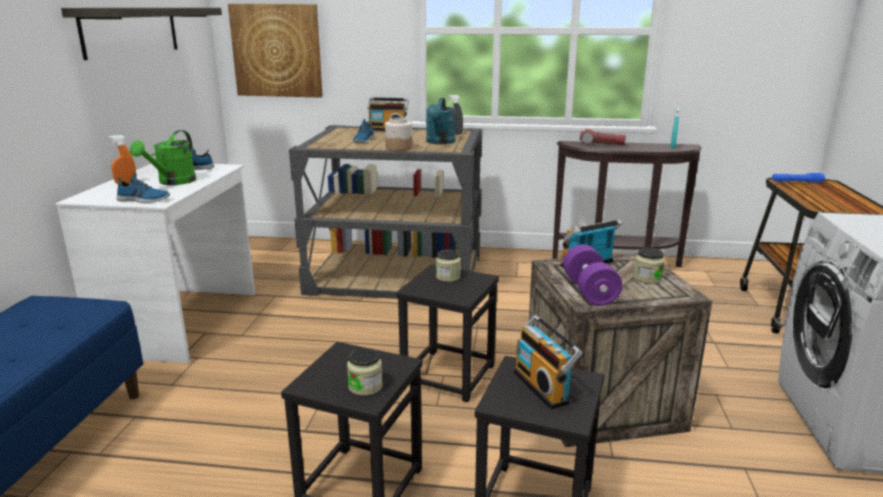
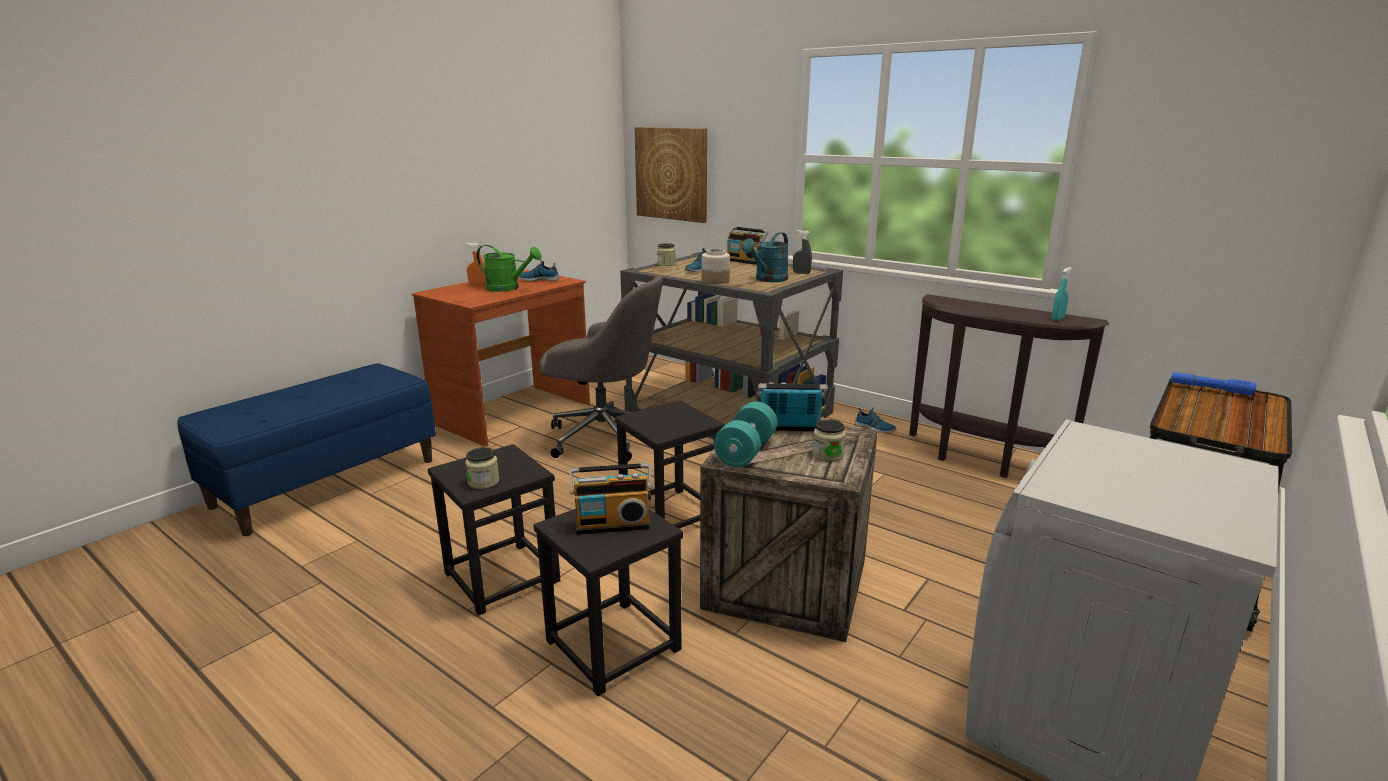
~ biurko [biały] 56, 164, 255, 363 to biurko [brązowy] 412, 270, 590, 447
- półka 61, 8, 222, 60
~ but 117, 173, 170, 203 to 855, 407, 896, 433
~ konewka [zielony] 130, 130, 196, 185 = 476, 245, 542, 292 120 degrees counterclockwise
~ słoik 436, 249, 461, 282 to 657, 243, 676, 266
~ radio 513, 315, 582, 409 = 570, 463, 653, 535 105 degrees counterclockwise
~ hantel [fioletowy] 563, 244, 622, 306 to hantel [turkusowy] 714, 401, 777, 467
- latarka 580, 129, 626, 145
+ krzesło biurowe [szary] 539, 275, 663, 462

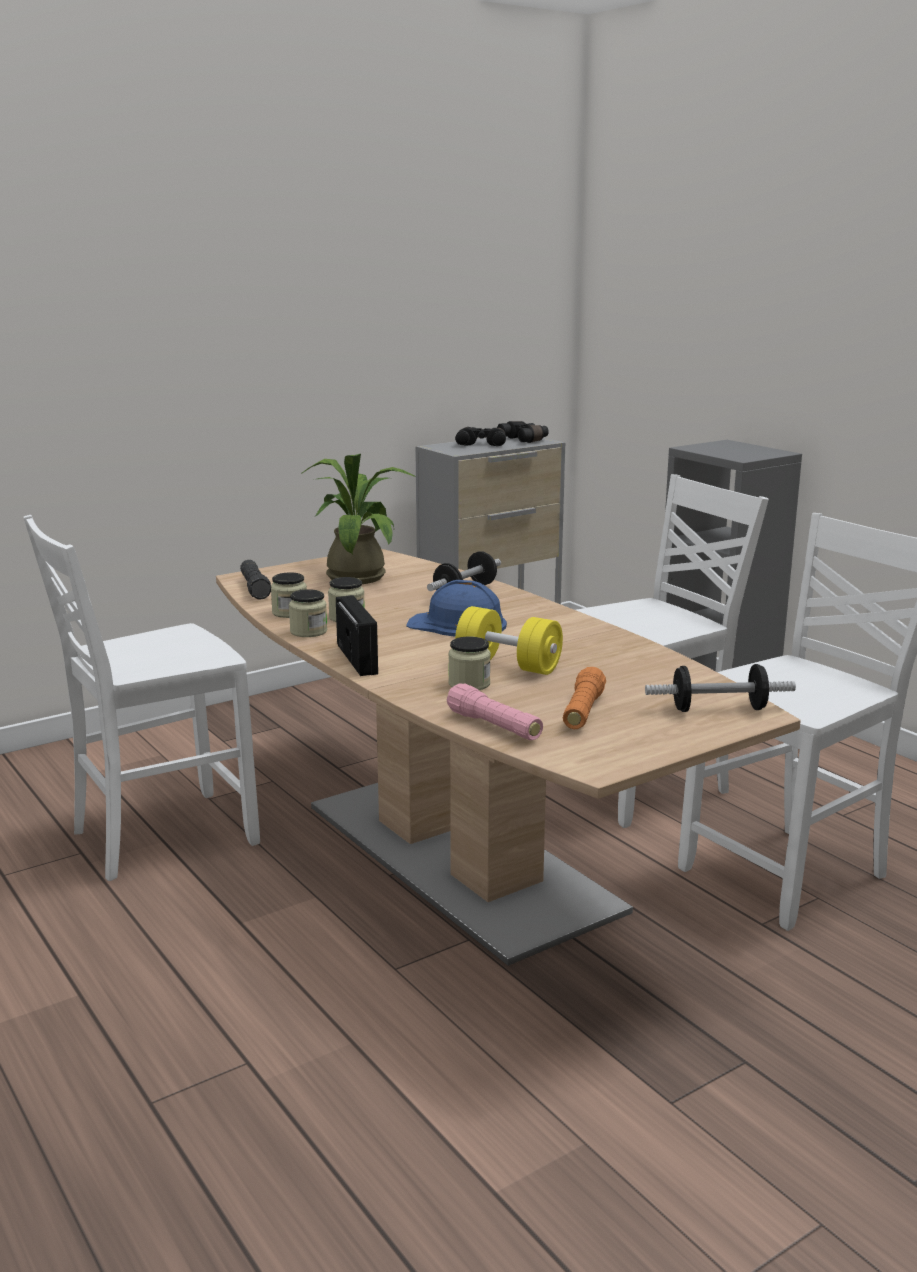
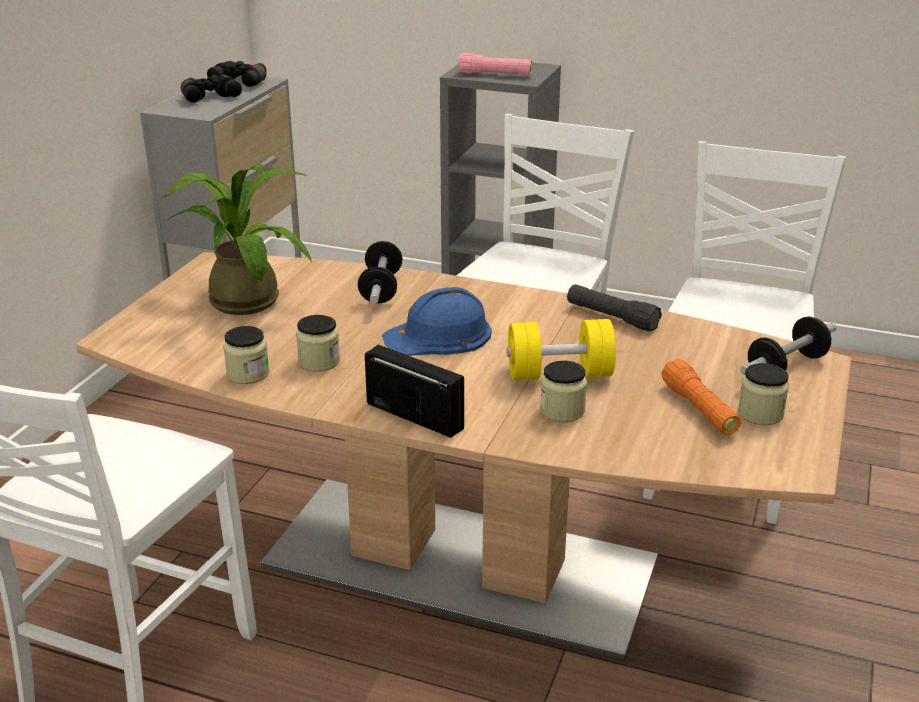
~ latarka [czarny] 240, 560, 271, 600 to 567, 284, 662, 331
~ słoik 289, 589, 327, 637 to 738, 363, 789, 425
~ latarka [różowy] 447, 683, 543, 740 to 458, 53, 532, 75

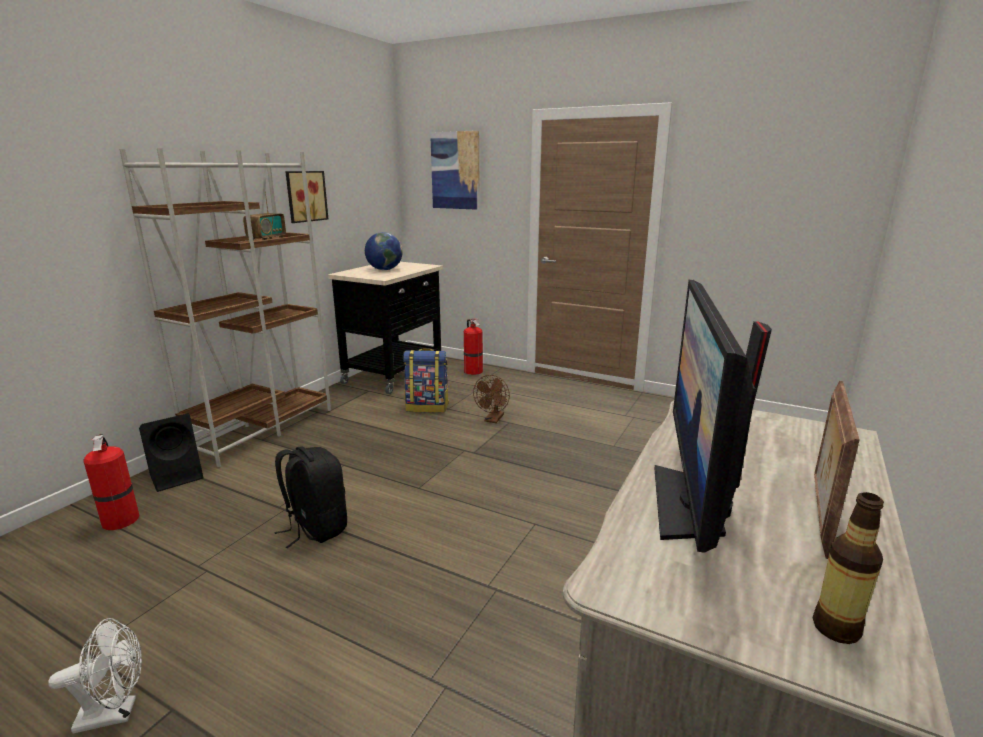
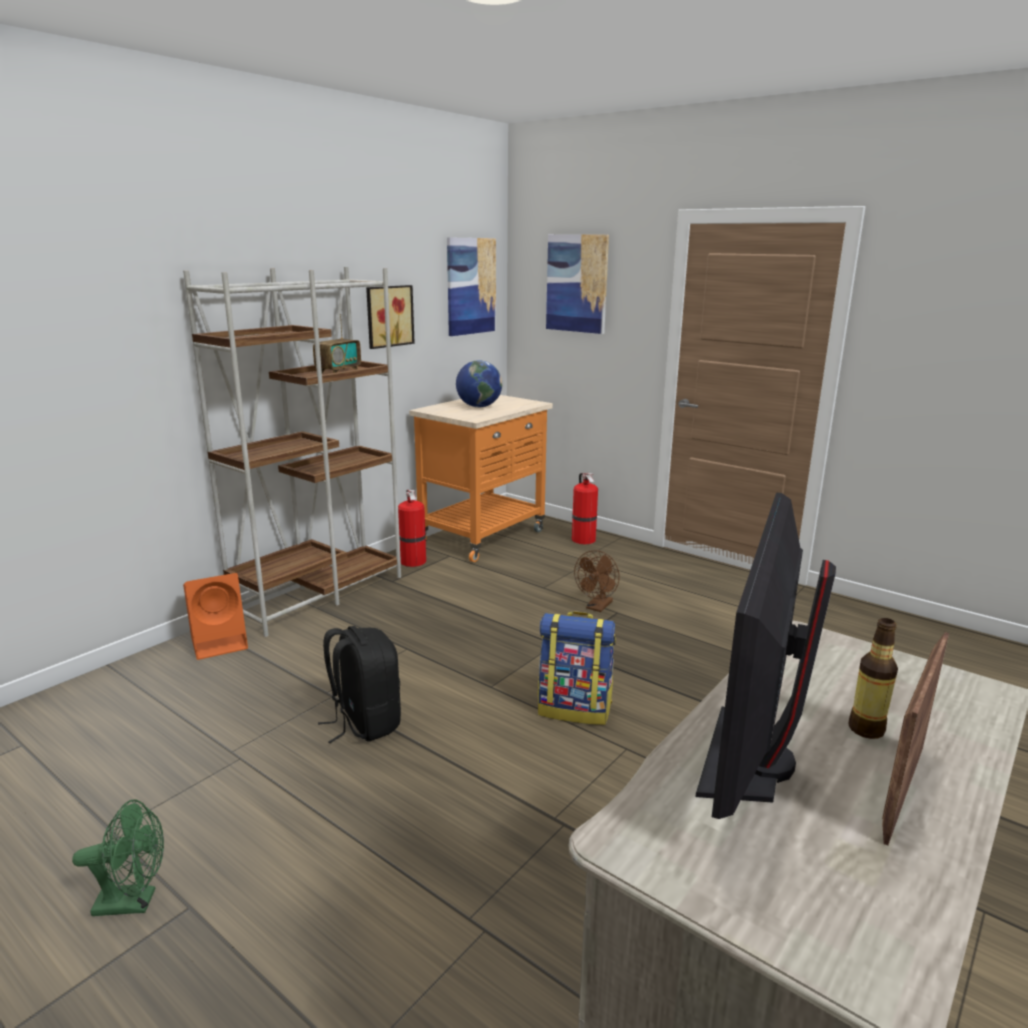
~ wentylator [biały] 48, 618, 142, 734 to wentylator [zielony] 72, 799, 164, 916
~ gaśnica 83, 434, 140, 530 to 398, 490, 426, 567
~ głośnik [czarny] 139, 414, 204, 492 to głośnik [pomarańczowy] 183, 573, 248, 660
~ wózek [czarny] 328, 262, 443, 394 to wózek [pomarańczowy] 409, 395, 553, 562
~ plecak 403, 349, 449, 413 to 538, 611, 616, 725
~ butelka 813, 492, 884, 644 to 849, 618, 898, 739
+ obraz 447, 238, 496, 336

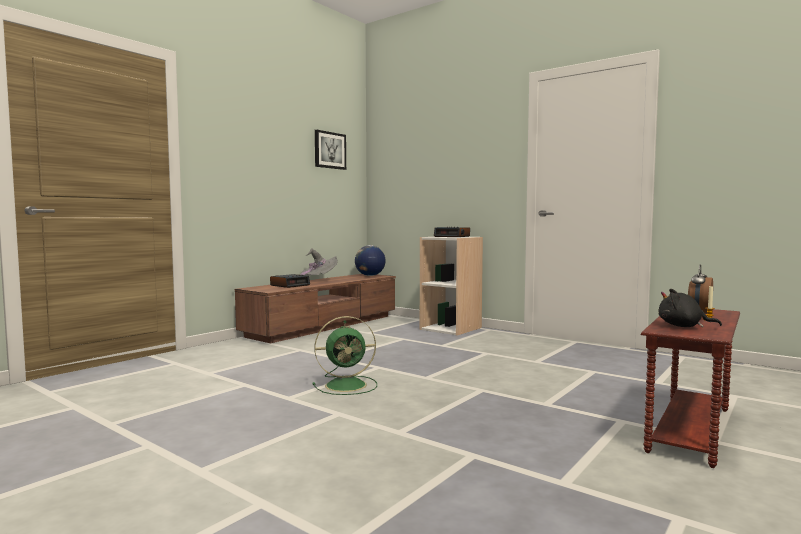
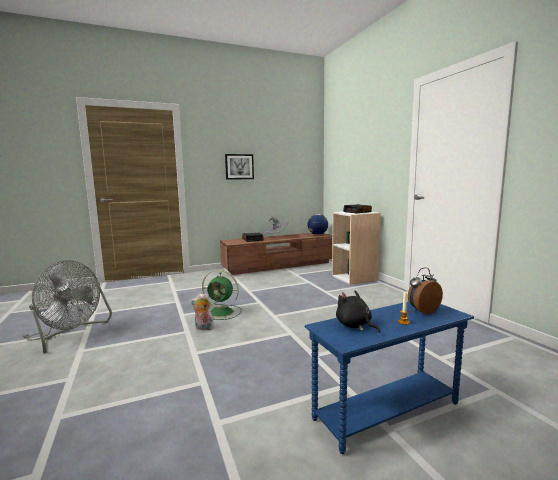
~ obraz 315, 130, 346, 170 to 225, 154, 254, 180
~ stolik [brązowy] 640, 309, 740, 468 to stolik [niebieski] 305, 301, 474, 454
+ wentylator [szary] 23, 260, 112, 354
+ pluszak 191, 293, 214, 330

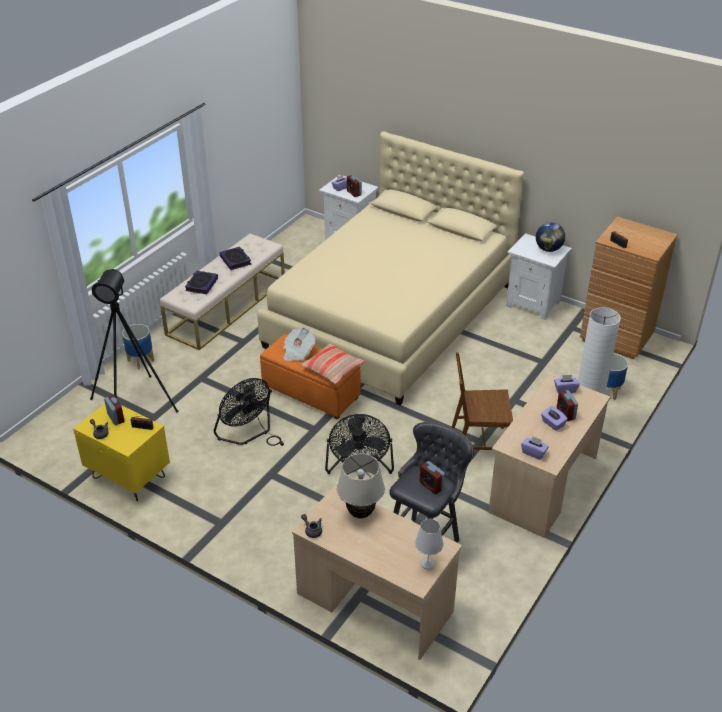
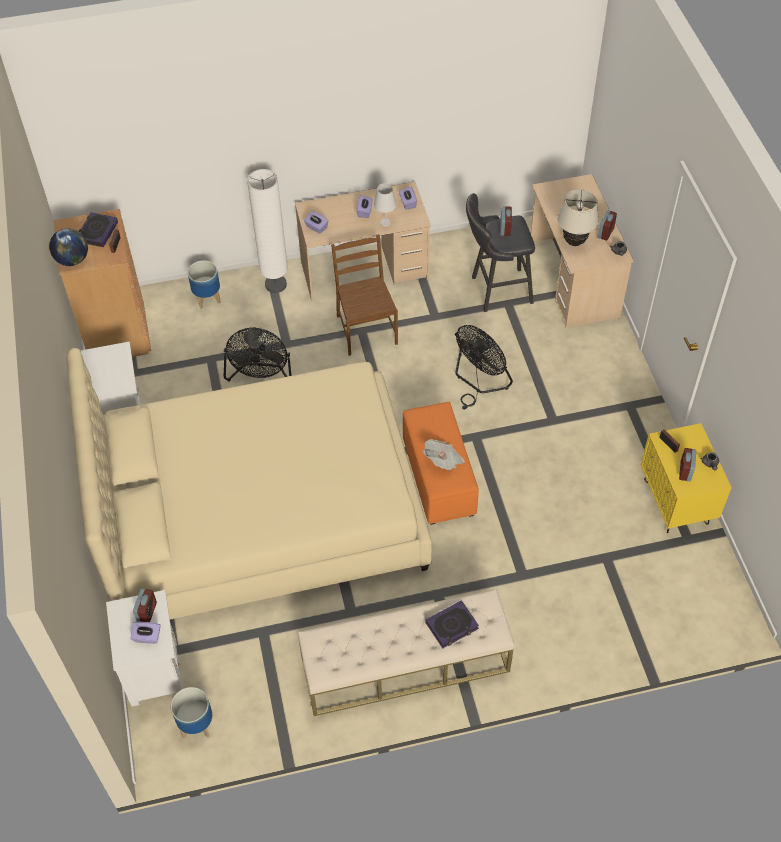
- lampa stojąca [czarny] 90, 269, 178, 413
~ donica 122, 324, 154, 369 to 171, 687, 212, 738
~ wentylator [czarny] 214, 378, 284, 446 to 224, 327, 292, 382
~ książka 220, 247, 251, 270 to 79, 212, 118, 247
- poduszka 300, 343, 365, 384
~ lampa stołowa [biały] 415, 519, 444, 569 to 374, 183, 397, 226
~ krzesło [brązowy] 452, 352, 513, 450 = 331, 234, 398, 356 150 degrees counterclockwise
~ globus 536, 222, 565, 252 to 49, 228, 88, 266
~ budzik 557, 390, 578, 421 to 598, 210, 617, 241

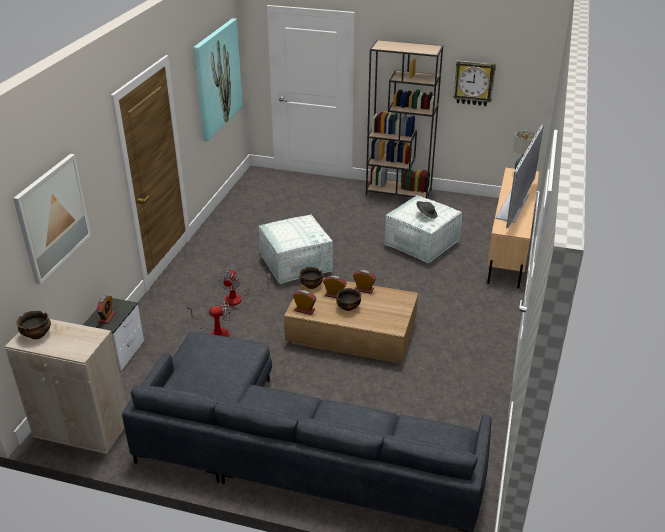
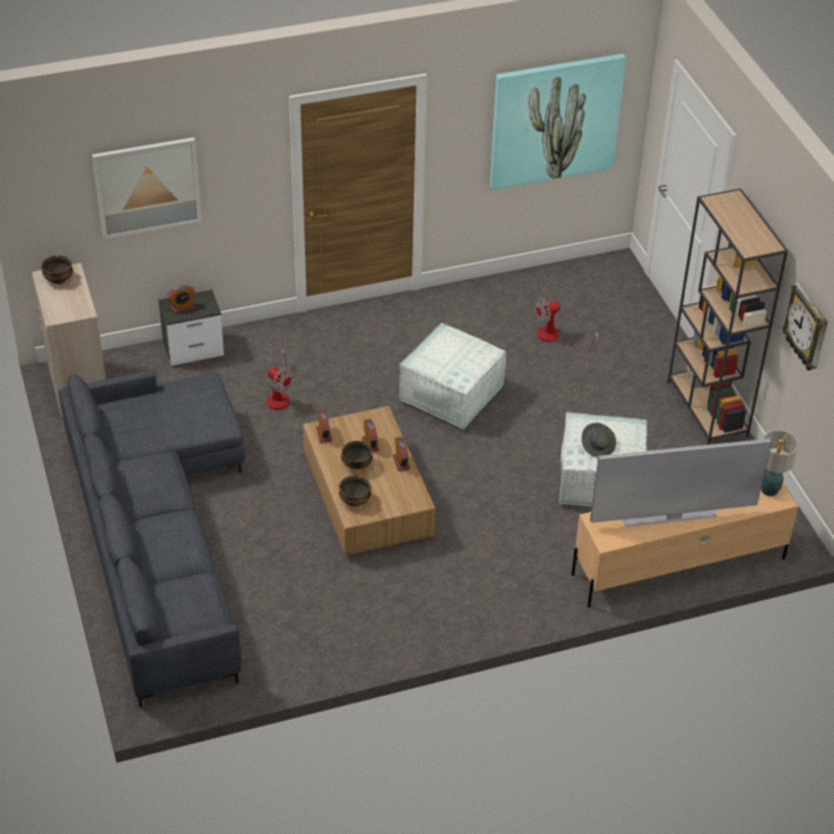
~ wentylator 218, 270, 271, 306 to 535, 297, 599, 351
~ miska 299, 267, 323, 289 to 339, 475, 371, 507

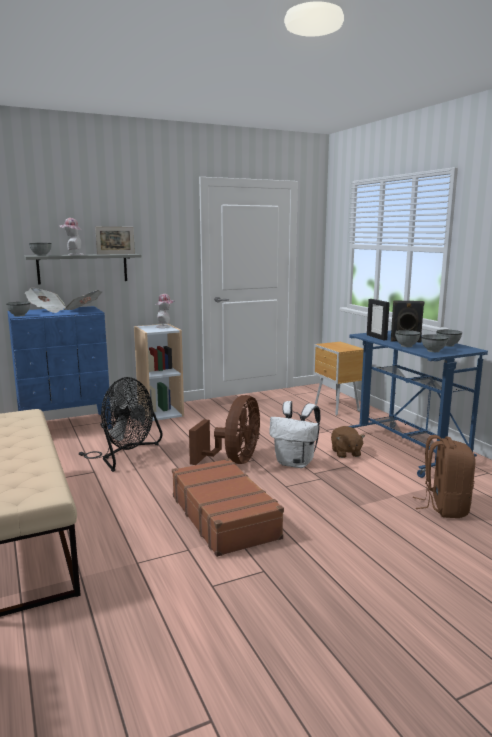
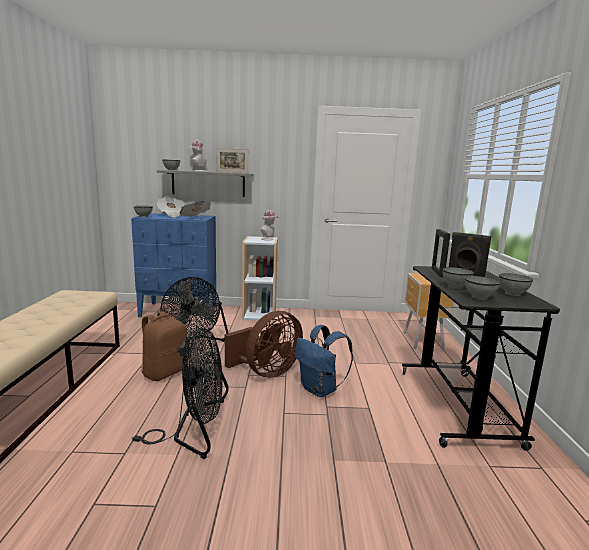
~ walizka [brązowy] 172, 458, 284, 557 to wentylator [czarny] 132, 327, 229, 459
~ plecak [biały] 269, 401, 321, 468 to plecak [niebieski] 295, 325, 353, 397
- pluszak [brązowy] 331, 426, 365, 458
~ biurko [niebieski] 349, 331, 488, 478 to biurko [czarny] 402, 266, 560, 451
~ plecak [brązowy] 413, 435, 476, 518 to 141, 311, 188, 381

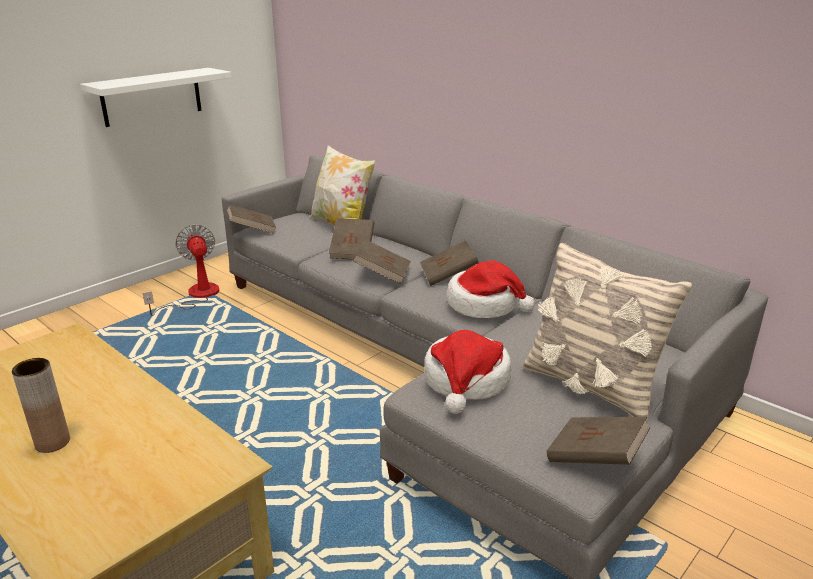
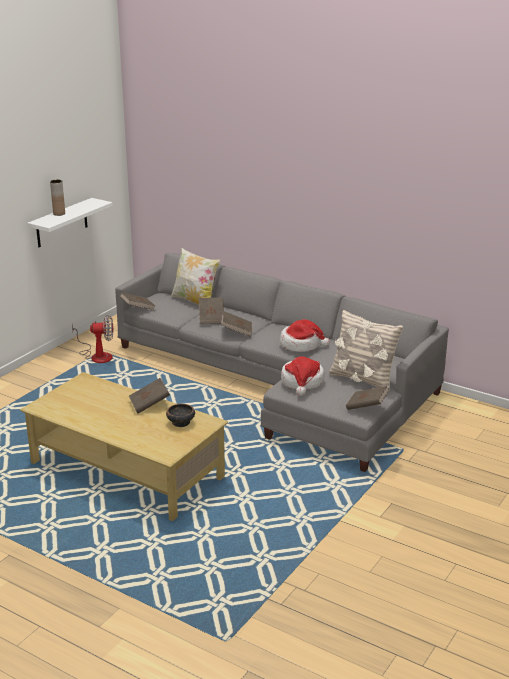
~ wazon [brązowy] 12, 358, 70, 453 to 50, 179, 65, 216
~ wentylator 143, 224, 219, 316 = 72, 315, 113, 363 120 degrees clockwise
~ książka [brązowy] 420, 240, 479, 286 to 129, 378, 170, 414
+ miska 166, 404, 195, 427

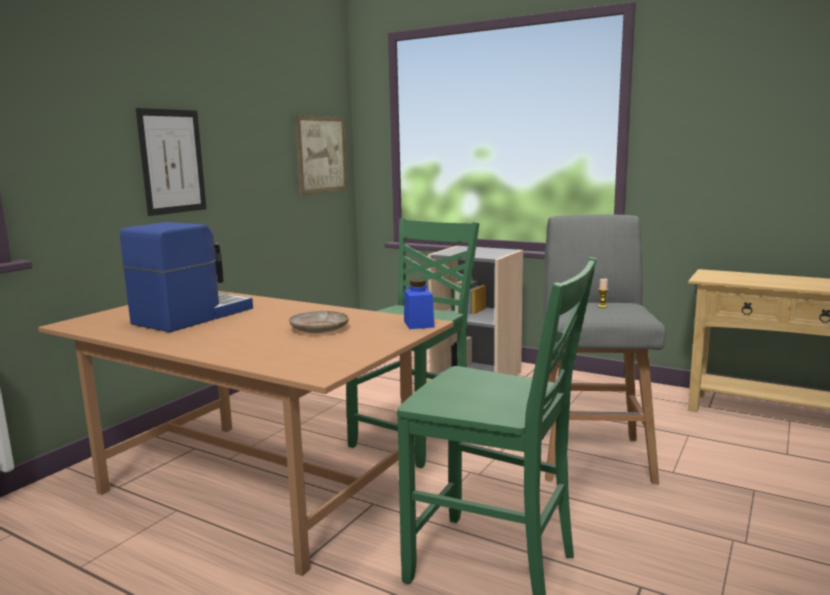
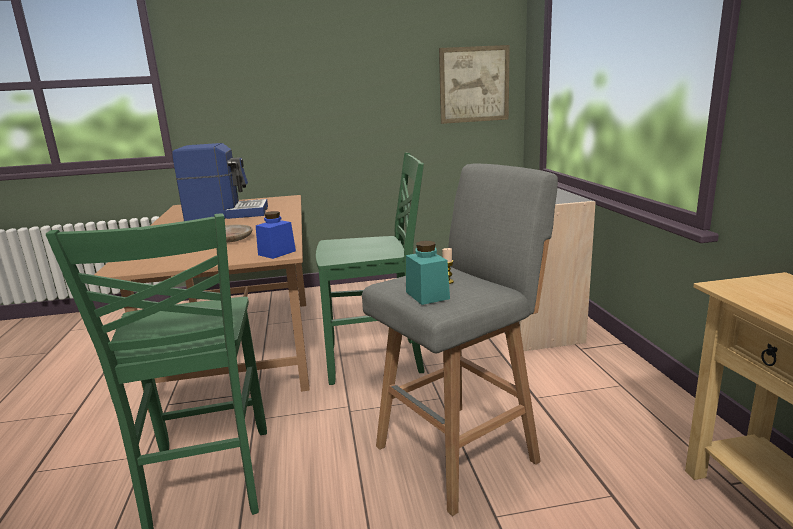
- obraz 136, 108, 206, 216
+ słoik [turkusowy] 406, 241, 450, 305

